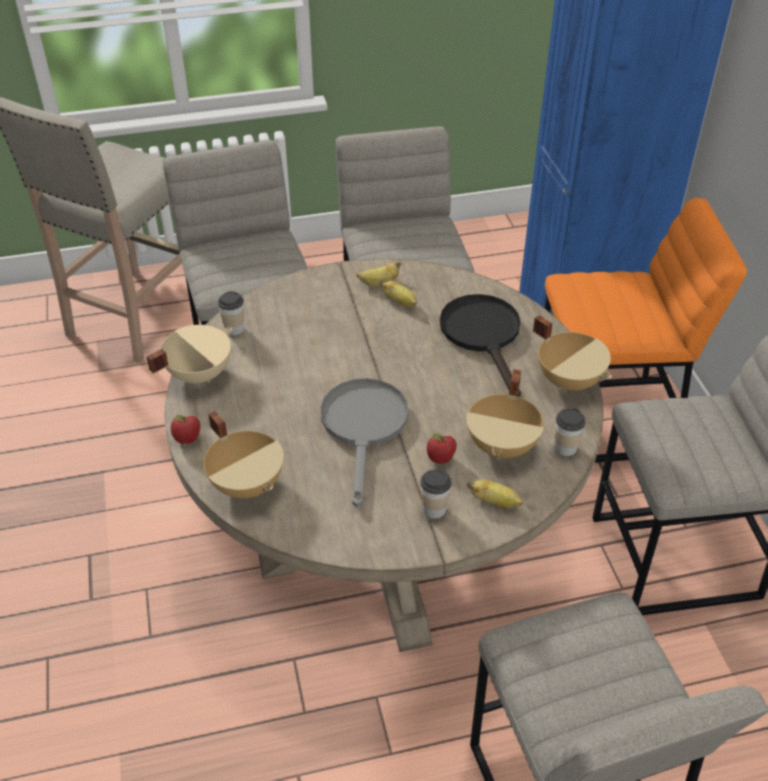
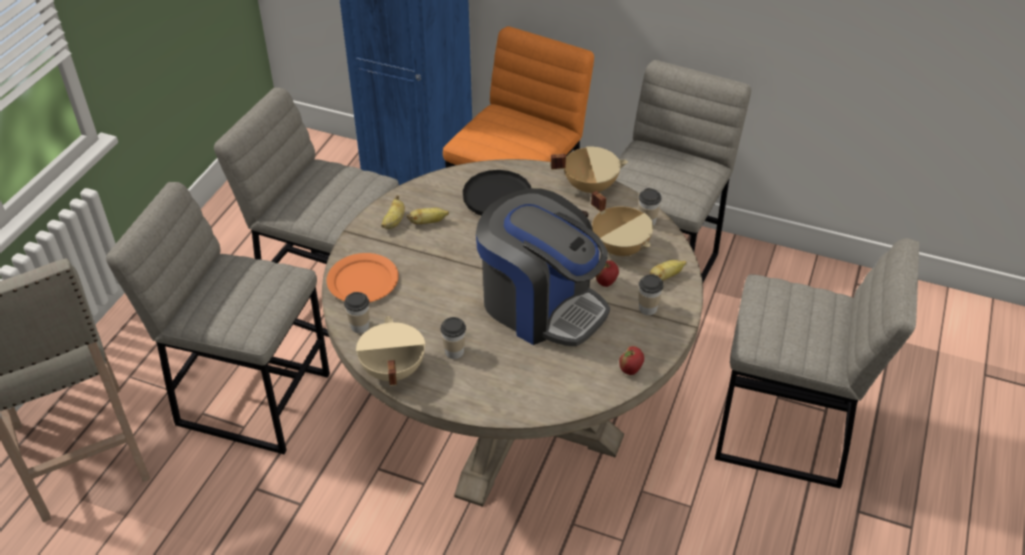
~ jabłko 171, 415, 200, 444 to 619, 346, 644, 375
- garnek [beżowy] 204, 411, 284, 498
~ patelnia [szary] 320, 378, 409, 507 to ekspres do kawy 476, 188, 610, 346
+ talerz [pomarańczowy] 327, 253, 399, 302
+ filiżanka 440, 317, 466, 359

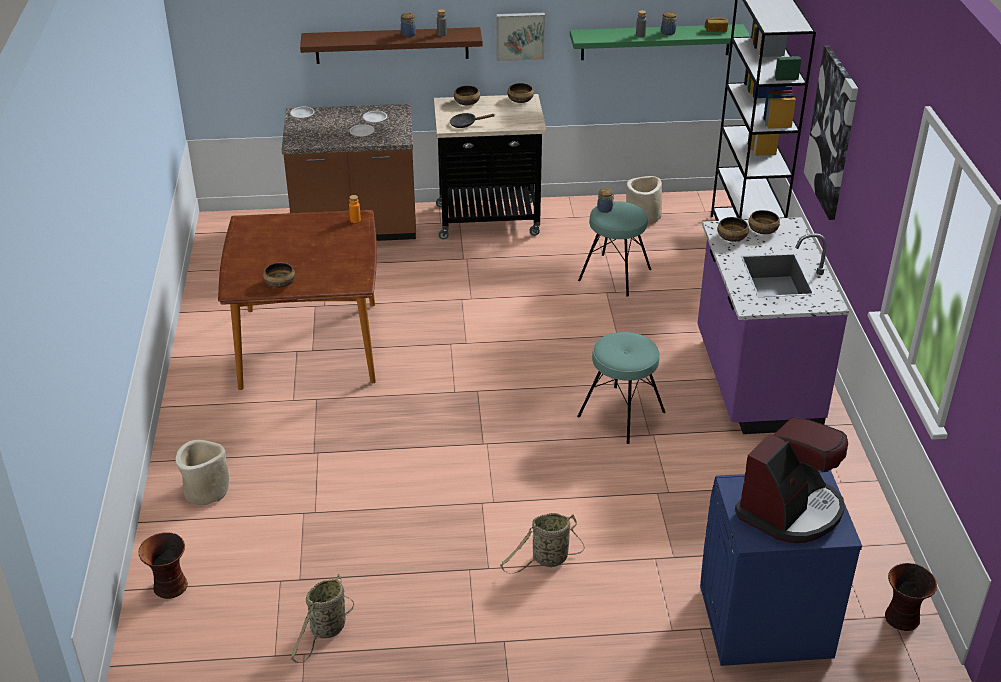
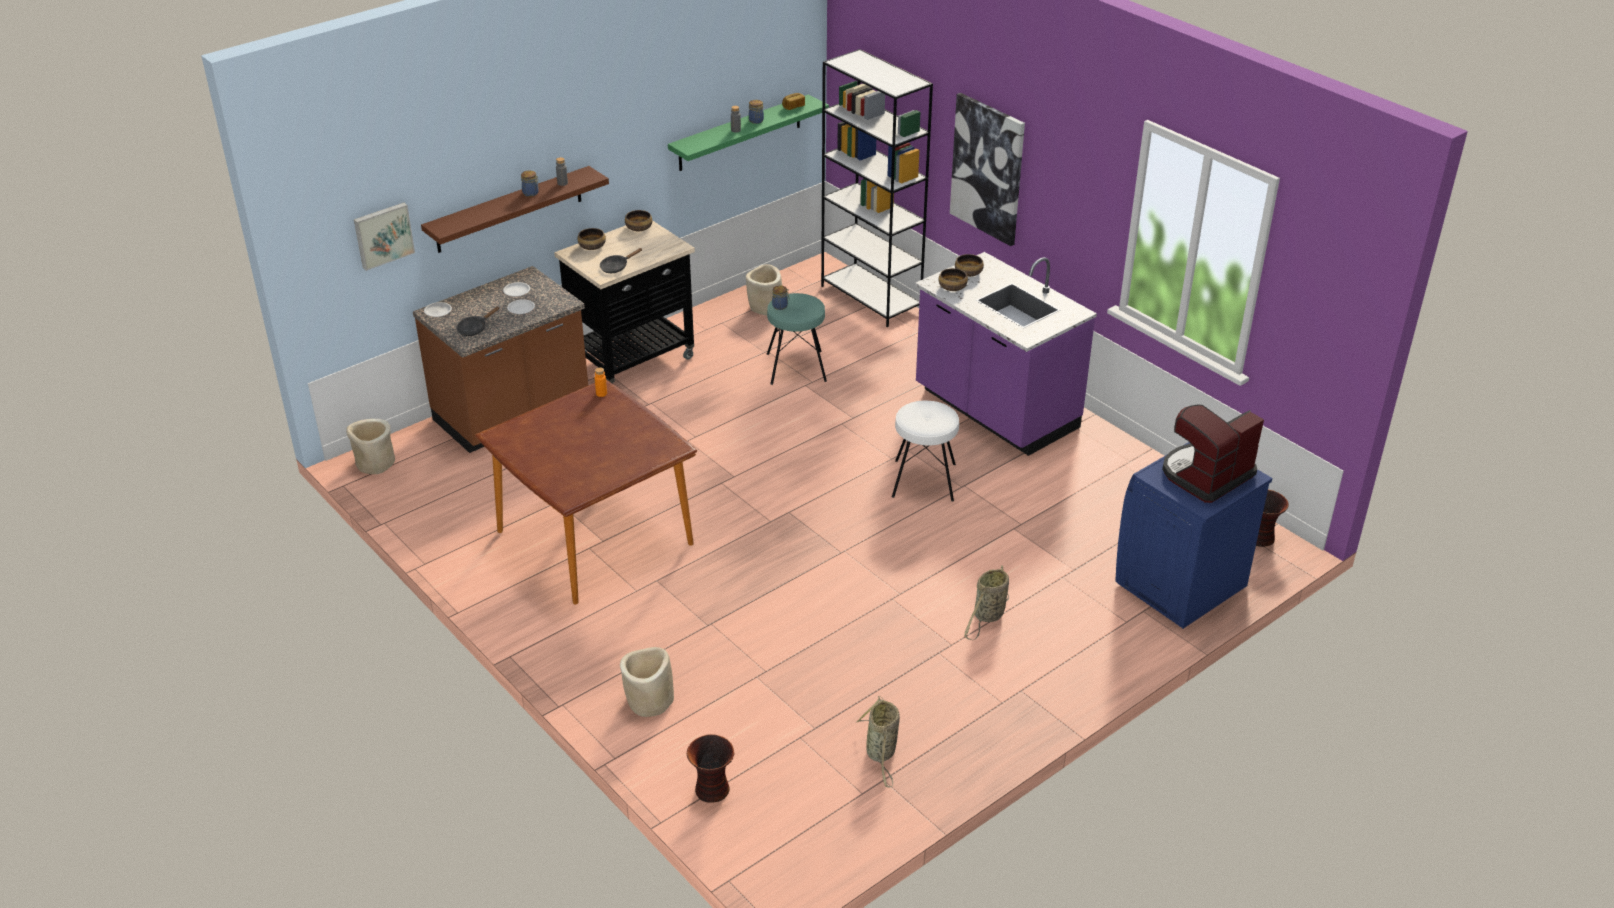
- miska 263, 263, 295, 288
~ obraz 496, 13, 545, 61 to 354, 203, 415, 271
~ stołek [turkusowy] 577, 332, 666, 444 to stołek [biały] 892, 400, 959, 502
~ ekspres do kawy 735, 417, 848, 543 = 1162, 405, 1264, 503 135 degrees counterclockwise
+ donica [beżowy] 346, 419, 395, 474
+ patelnia [czarny] 457, 307, 499, 336

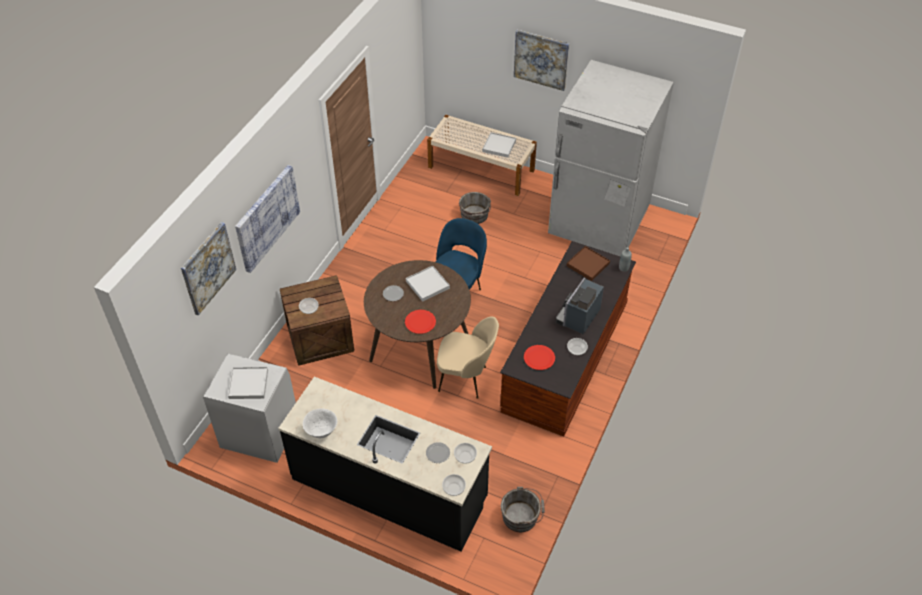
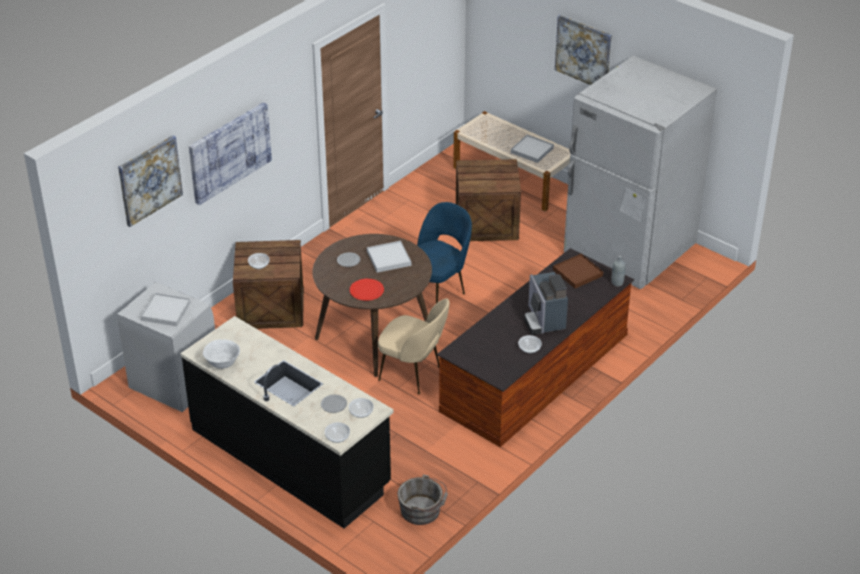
~ wiadro [szary] 459, 192, 491, 224 to skrzynka 456, 159, 521, 241
- talerz [czerwony] 524, 345, 555, 370
~ ekspres do kawy 556, 277, 604, 334 = 524, 272, 568, 335 60 degrees counterclockwise

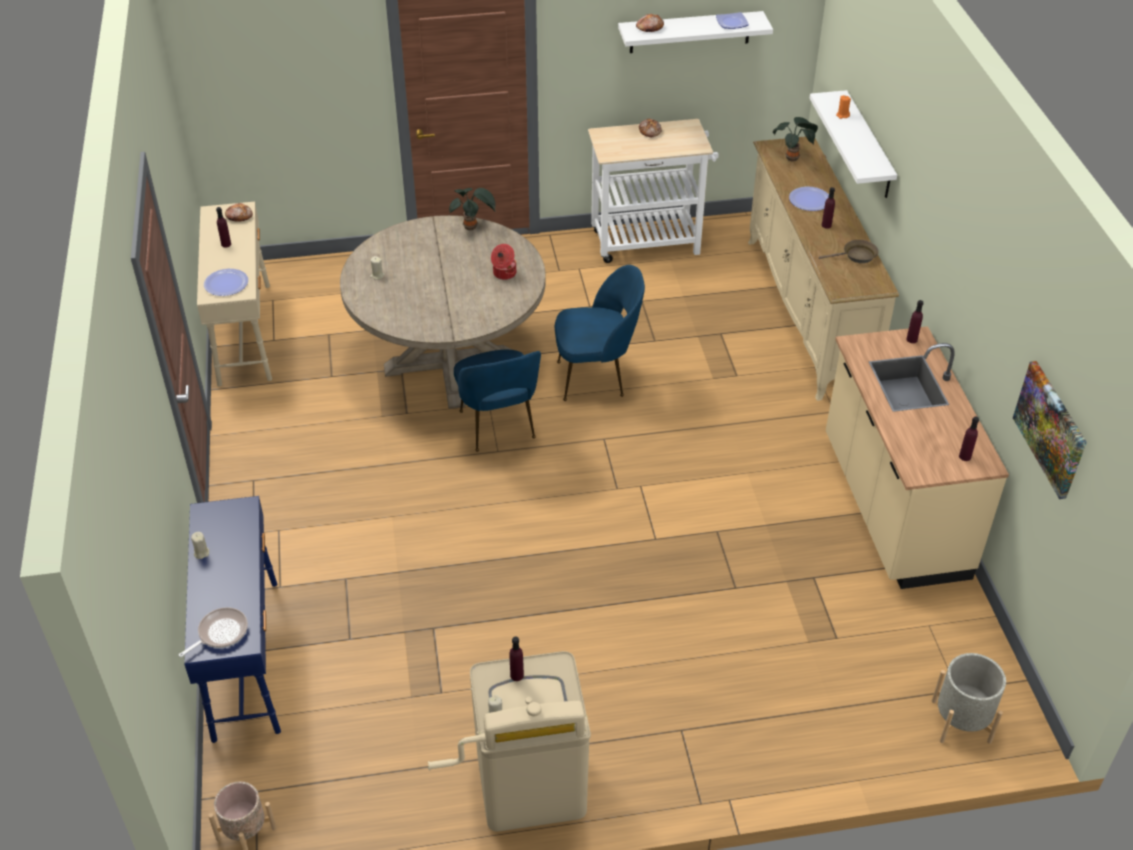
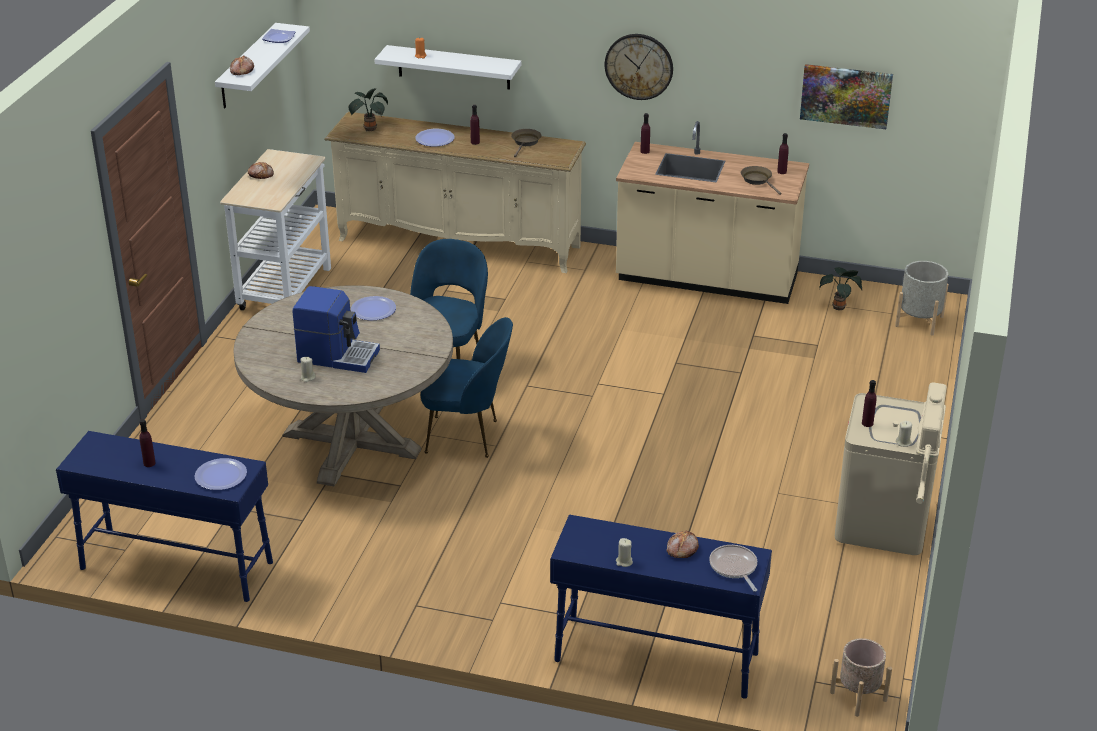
~ stolik konsolowy [beżowy] 197, 202, 272, 387 to stolik konsolowy [niebieski] 56, 431, 273, 602
~ chleb 225, 203, 253, 222 to 667, 530, 699, 558
~ roślina doniczkowa 449, 188, 496, 230 to 820, 267, 862, 310
~ garnek 491, 244, 516, 280 to talerz 351, 296, 396, 320
+ ekspres do kawy 293, 286, 380, 373
+ zegar ścienny 605, 34, 673, 100
+ patelnia [brązowy] 741, 166, 781, 195

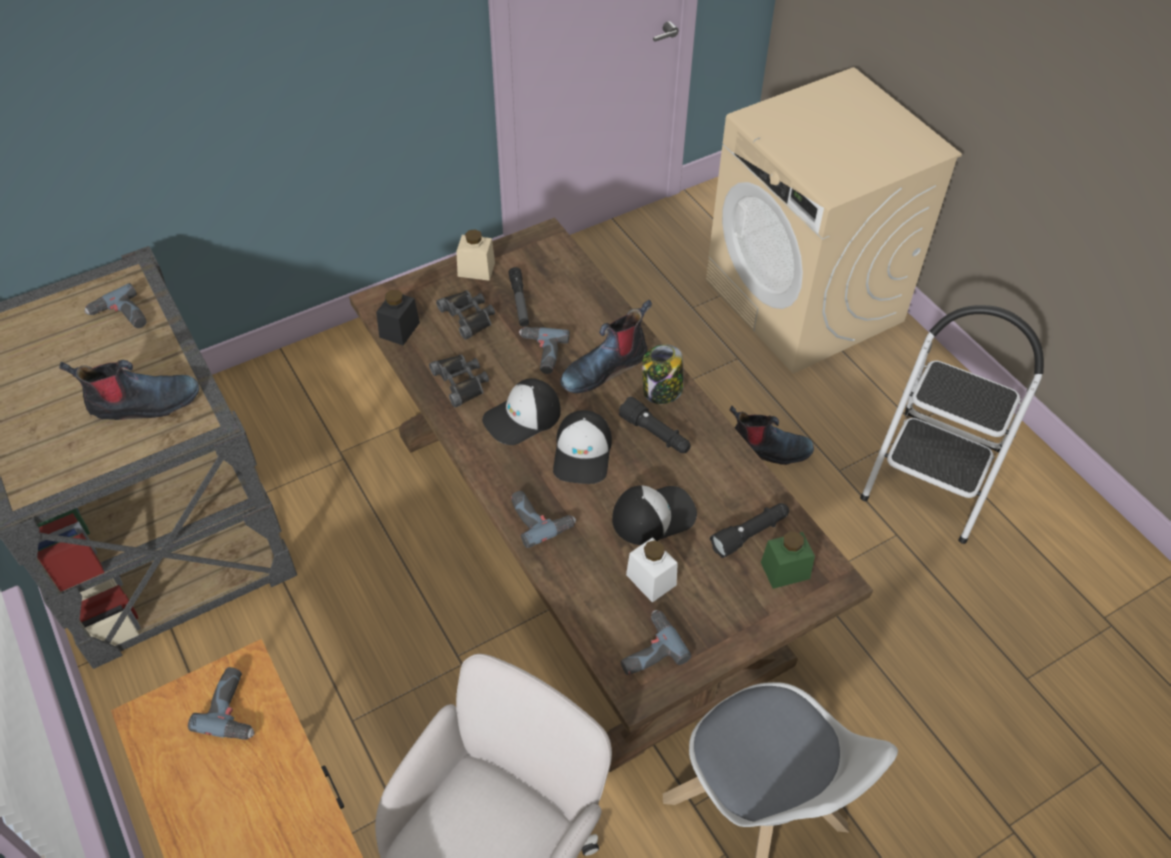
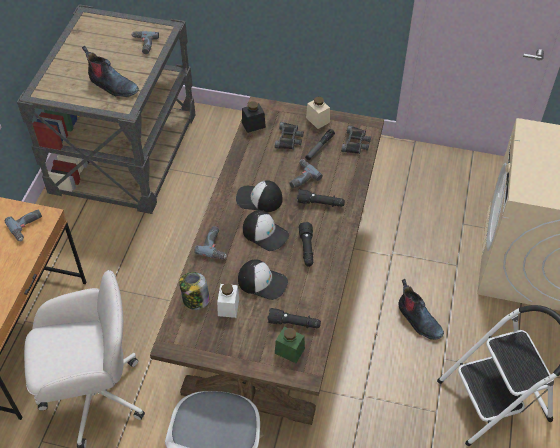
~ lornetka [czarny] 429, 354, 489, 408 to 341, 126, 371, 154
~ czapka z daszkiem 553, 410, 612, 484 = 243, 210, 289, 251 105 degrees counterclockwise
~ but z cholewką 560, 300, 652, 393 to latarka [czarny] 297, 189, 345, 207
- wiertarka 621, 610, 691, 675
~ słoik 642, 344, 684, 404 to 179, 272, 210, 310

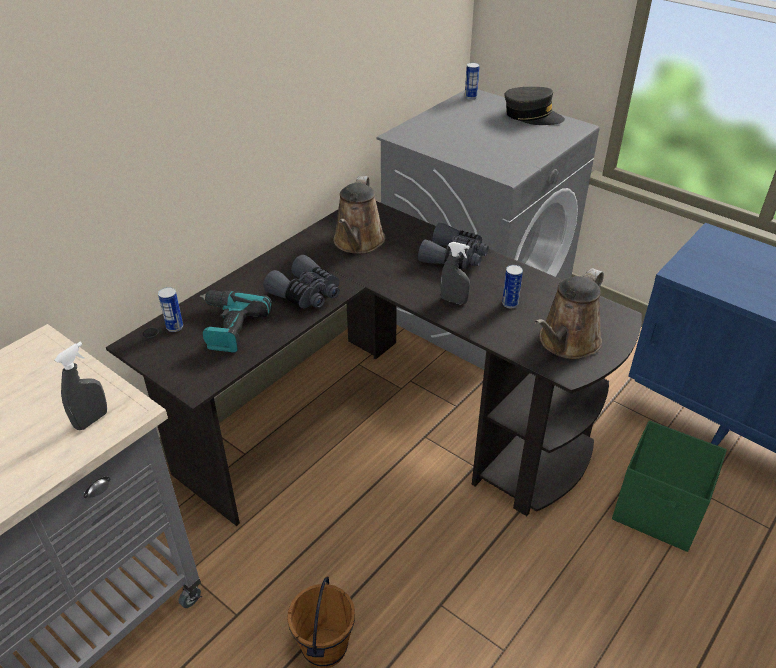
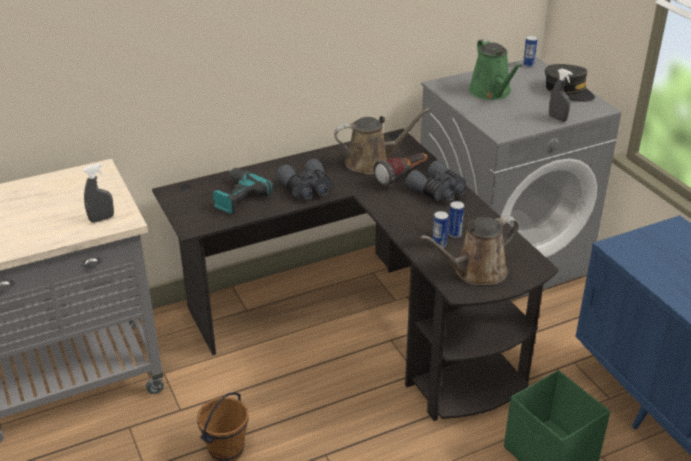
~ puszka 158, 287, 183, 332 to 433, 211, 448, 248
~ konewka [brązowy] 334, 176, 385, 254 = 334, 108, 430, 174 135 degrees counterclockwise
~ spryskiwacz [szary] 440, 242, 470, 304 to 549, 68, 573, 122
+ latarka 373, 153, 427, 187
+ konewka [zielony] 469, 39, 522, 100

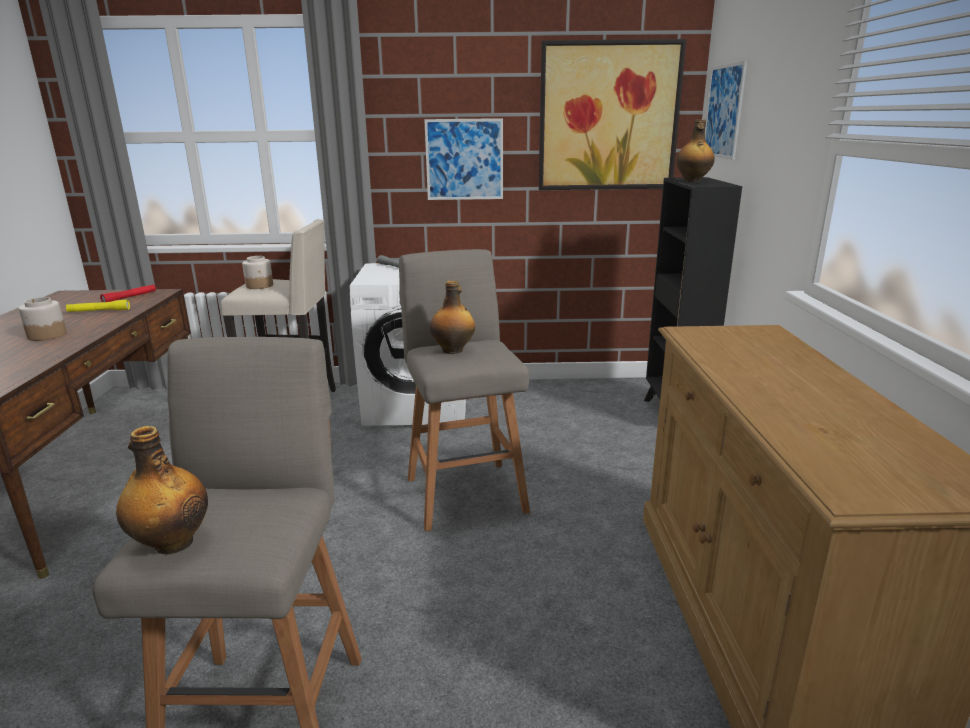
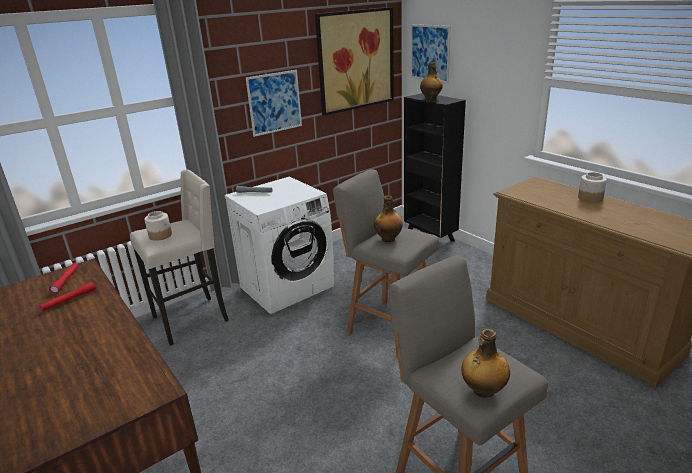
~ słoik 19, 297, 67, 341 to 578, 172, 607, 203
~ latarka [żółty] 66, 299, 130, 312 to latarka [czerwony] 40, 282, 96, 311

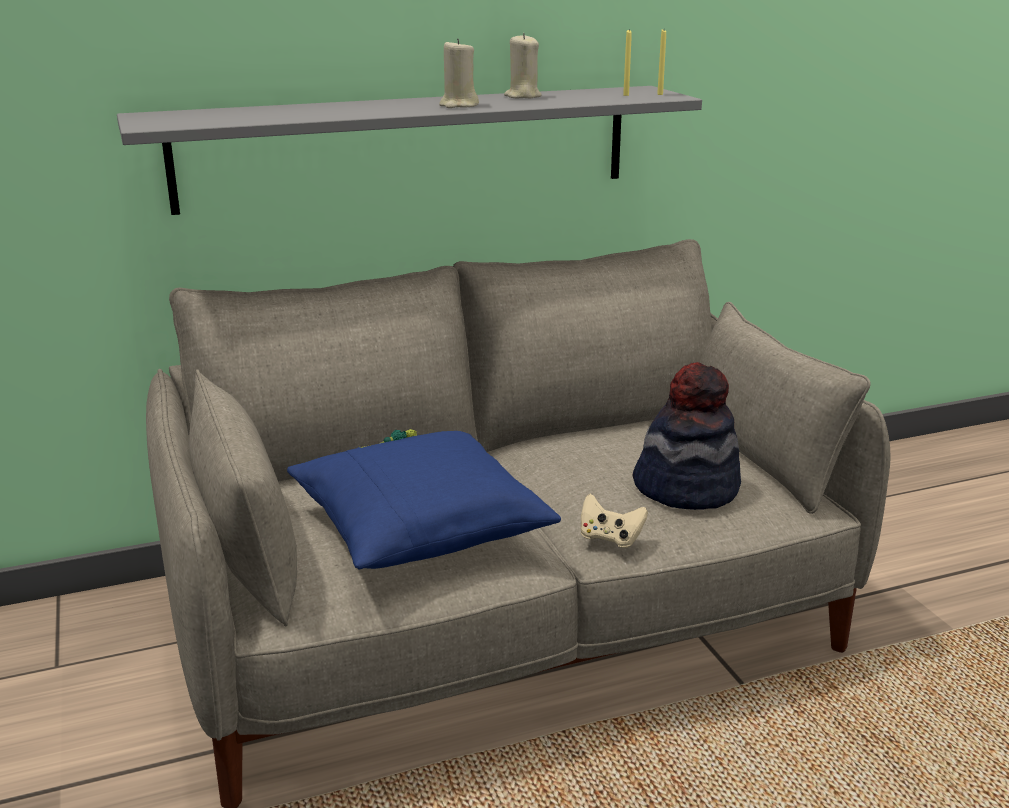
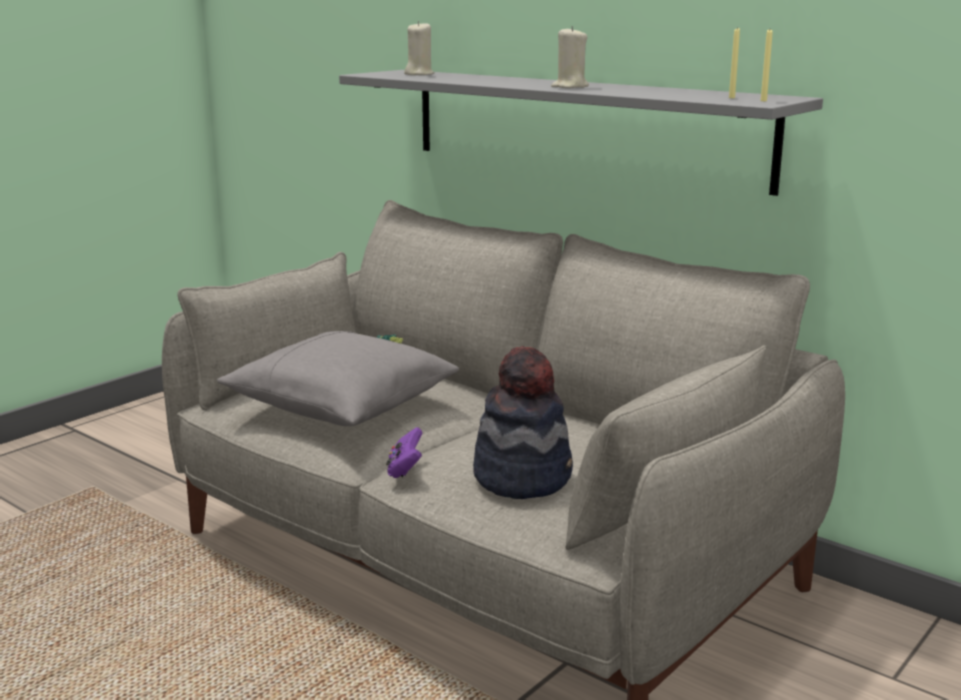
~ poduszka [niebieski] 287, 429, 561, 570 to poduszka [szary] 217, 331, 459, 426
~ świeca [beżowy] 504, 33, 542, 99 to 404, 21, 435, 75
~ pad do gier [beżowy] 580, 494, 648, 548 to pad do gier [fioletowy] 386, 427, 423, 478

